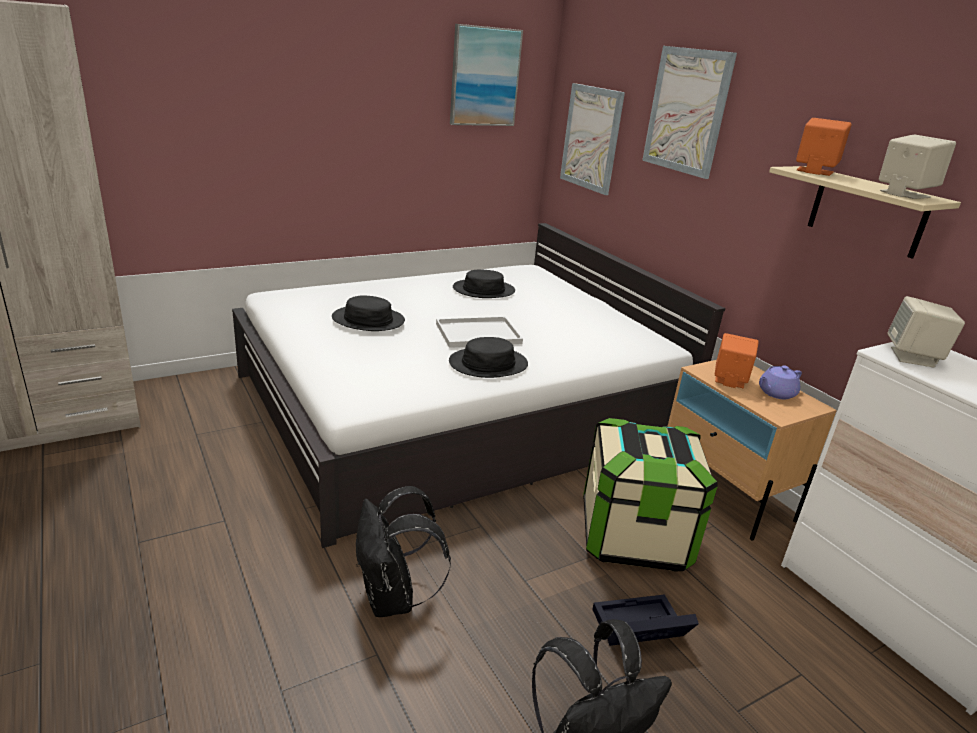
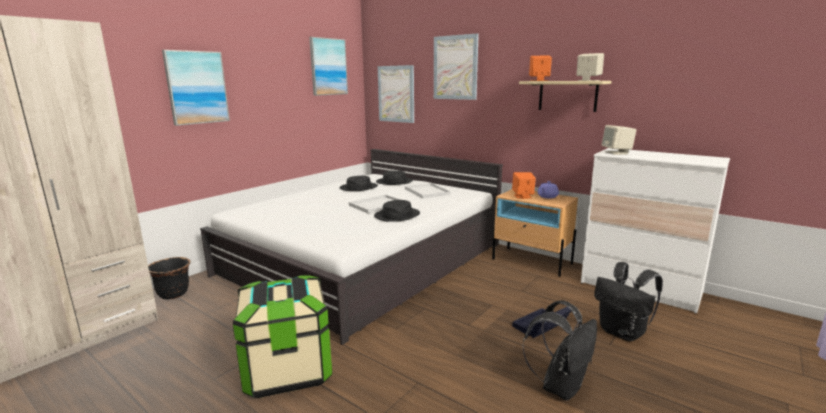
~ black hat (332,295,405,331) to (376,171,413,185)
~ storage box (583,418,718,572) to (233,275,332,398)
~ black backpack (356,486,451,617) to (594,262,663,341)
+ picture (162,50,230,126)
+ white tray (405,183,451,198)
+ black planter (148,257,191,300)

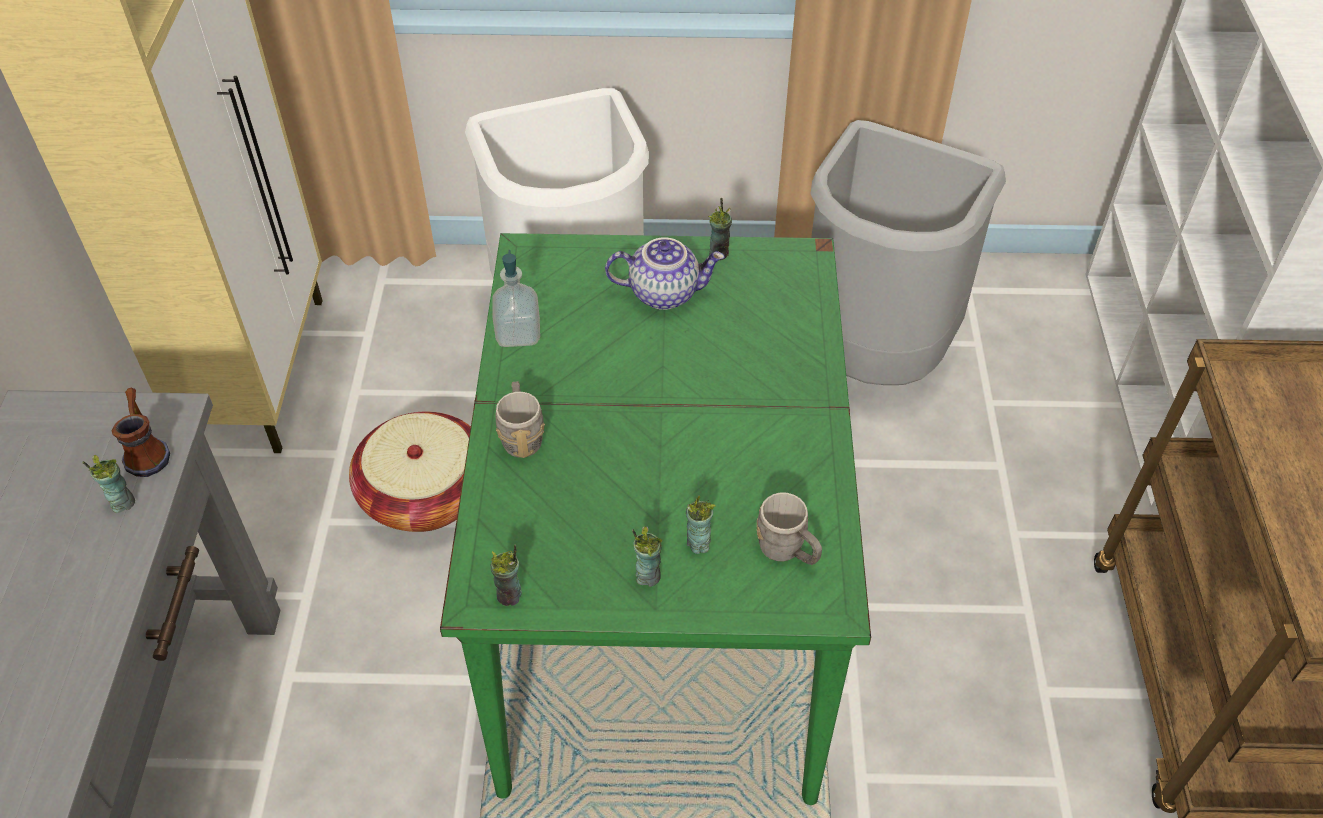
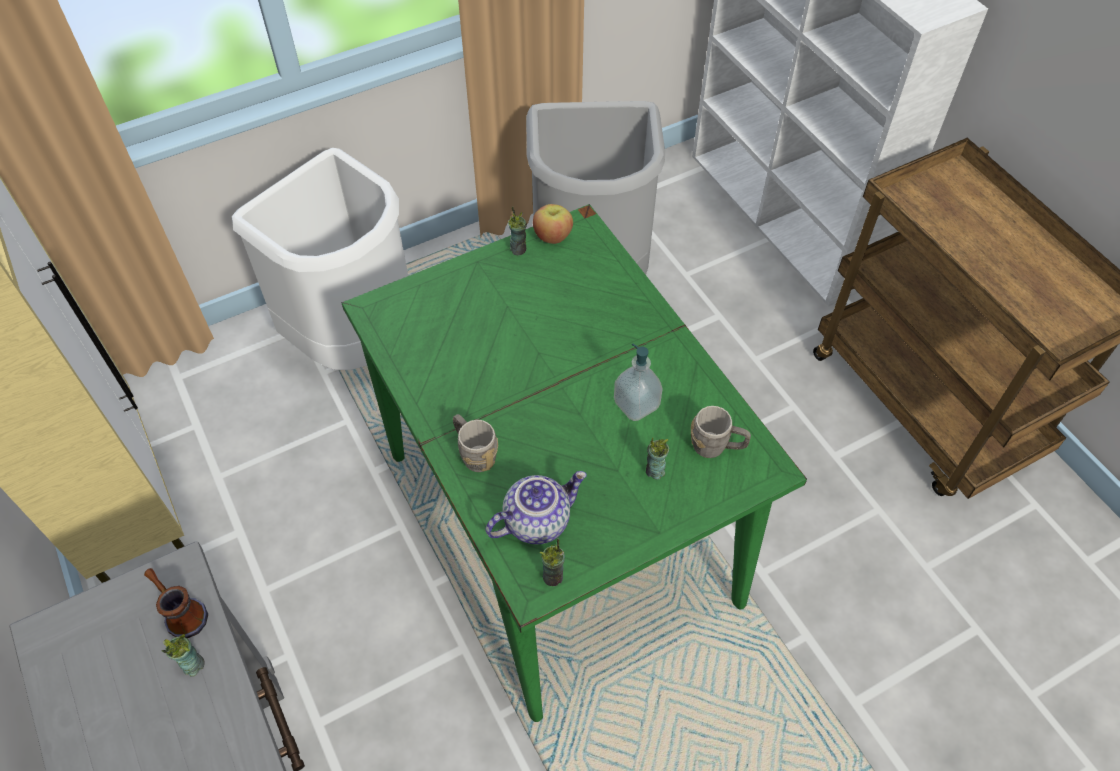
~ teapot (605,237,725,310) to (486,471,587,544)
~ soap dispenser (492,250,540,347) to (614,344,663,421)
- basket (349,411,471,532)
- cup (632,526,662,587)
+ apple (533,204,573,244)

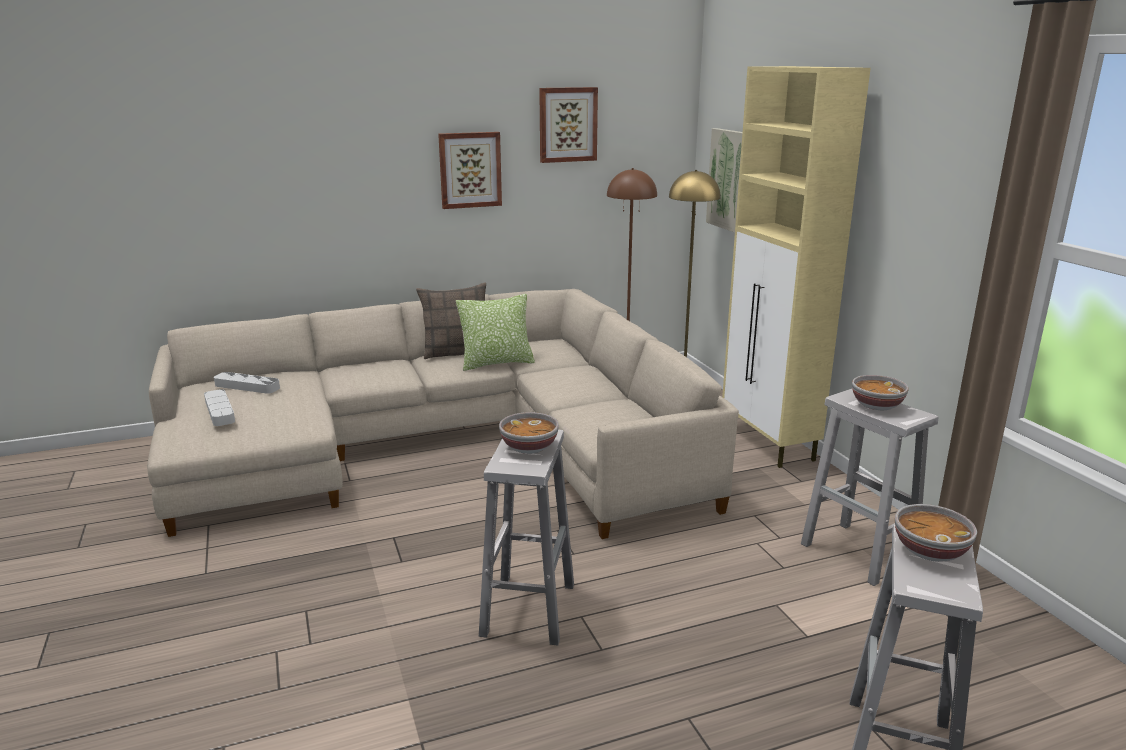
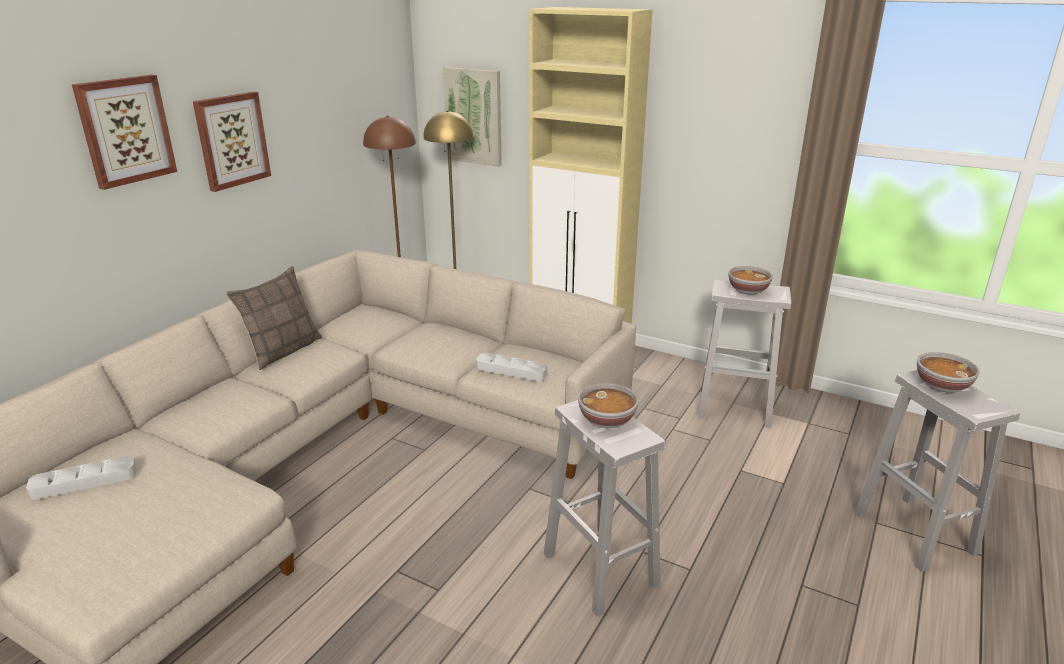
~ picture (539,87,598,163) to (72,75,177,190)
- pillow (456,294,535,371)
~ grey tray (204,389,235,426) to (476,353,548,382)

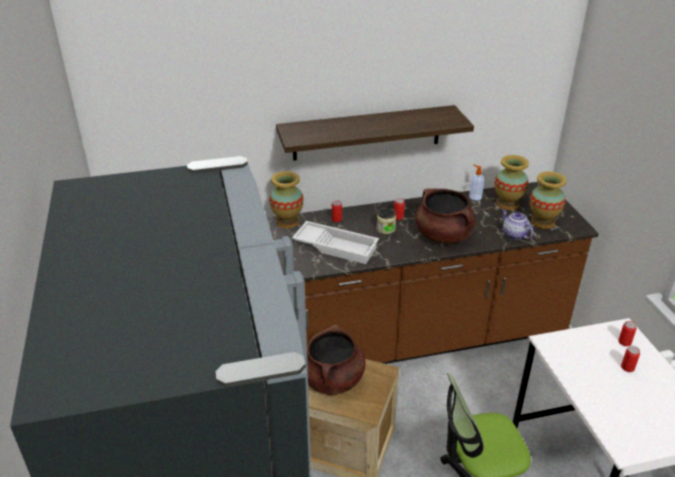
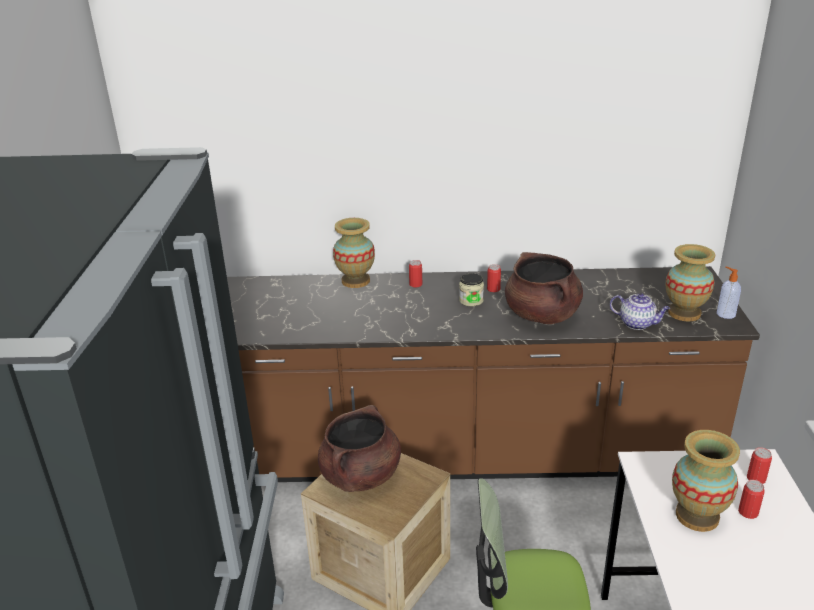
- shelf (276,105,474,161)
~ vase (494,155,529,210) to (672,430,740,532)
~ soap dispenser (469,164,484,201) to (717,266,741,319)
~ teapot (502,209,534,240) = (610,293,670,330) 135 degrees clockwise
- white tray (292,221,379,264)

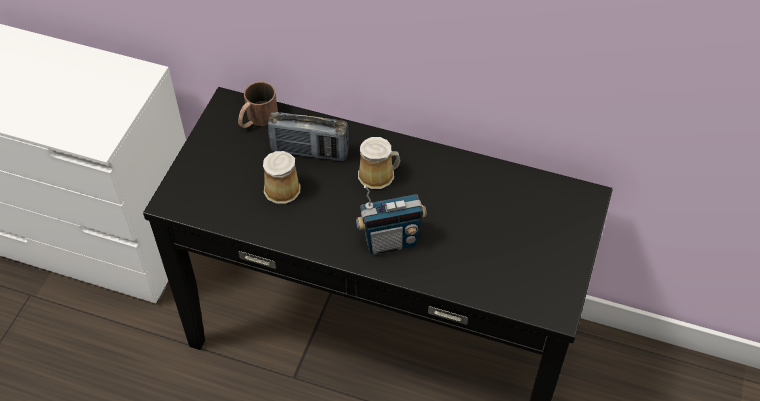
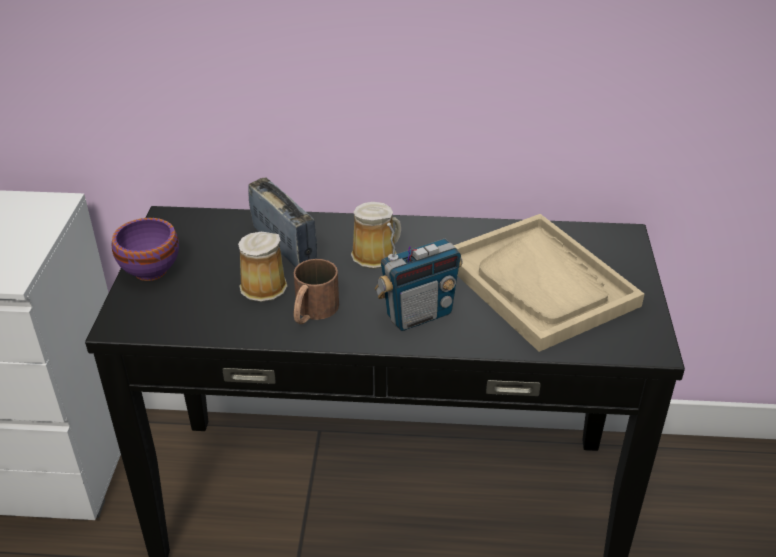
~ brown mug (238,82,278,128) to (294,259,339,324)
~ radio (268,112,349,161) = (248,177,317,267) 120 degrees counterclockwise
+ beige tray (454,214,644,352)
+ purple bowl (111,218,179,281)

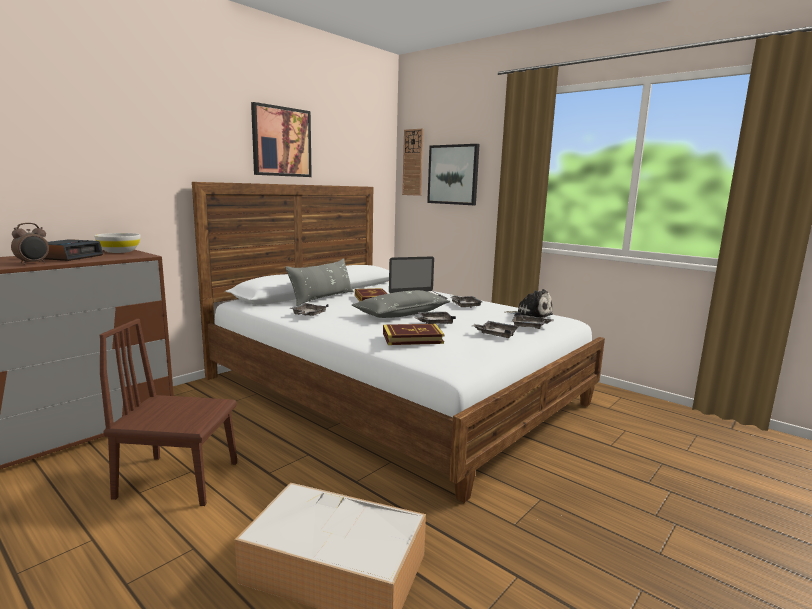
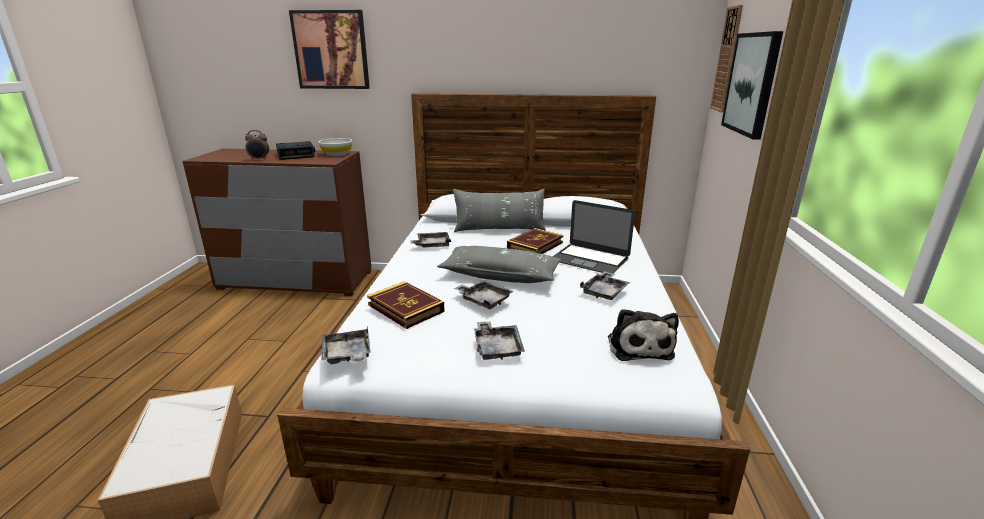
~ picture (251,102,312,177) to (289,10,370,89)
~ grey tray (512,312,554,329) to (321,326,371,364)
- brown chair (99,319,237,506)

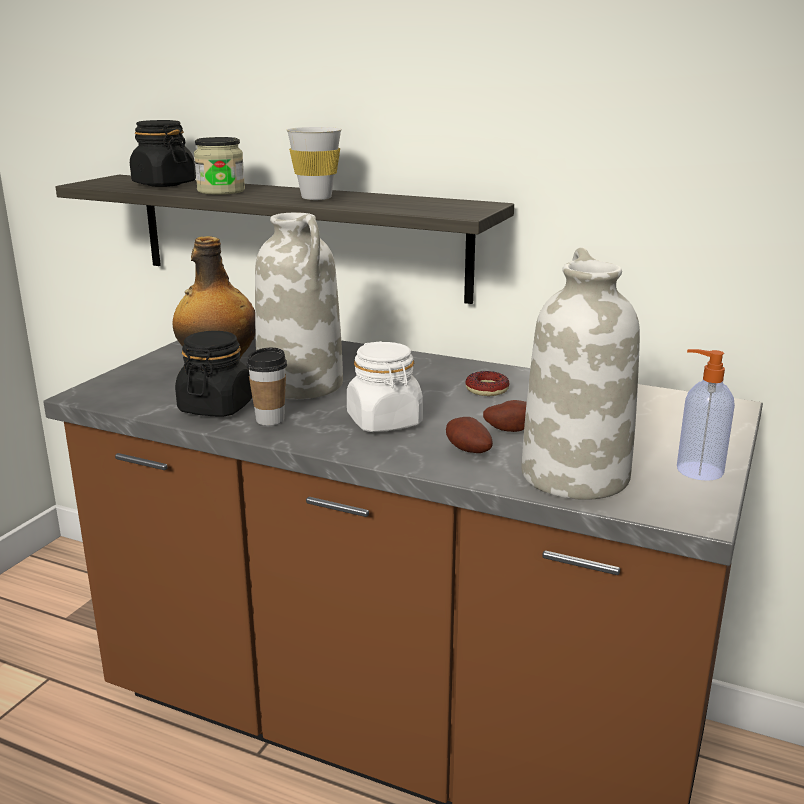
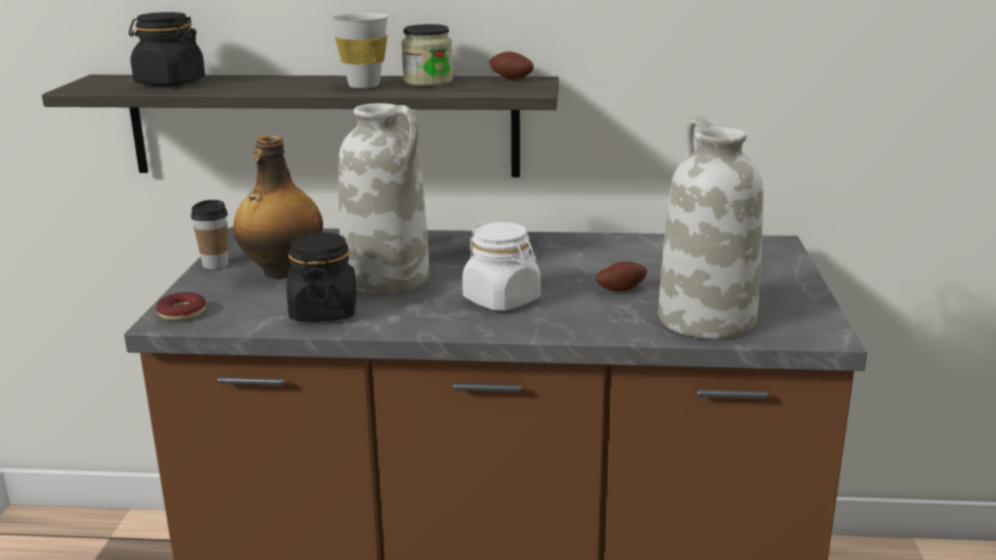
~ jar (194,137,245,195) to (402,24,453,86)
~ cup (246,348,287,426) to (191,200,228,269)
- soap dispenser (677,349,735,481)
~ donut (465,371,510,396) to (156,292,206,321)
~ potato (446,417,493,453) to (490,51,534,79)

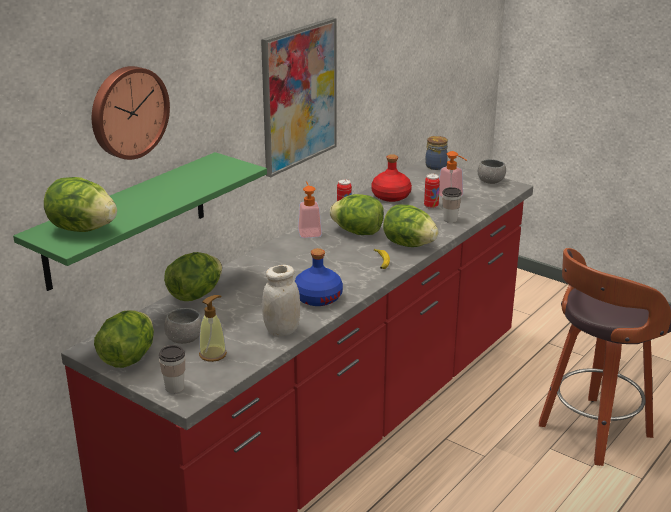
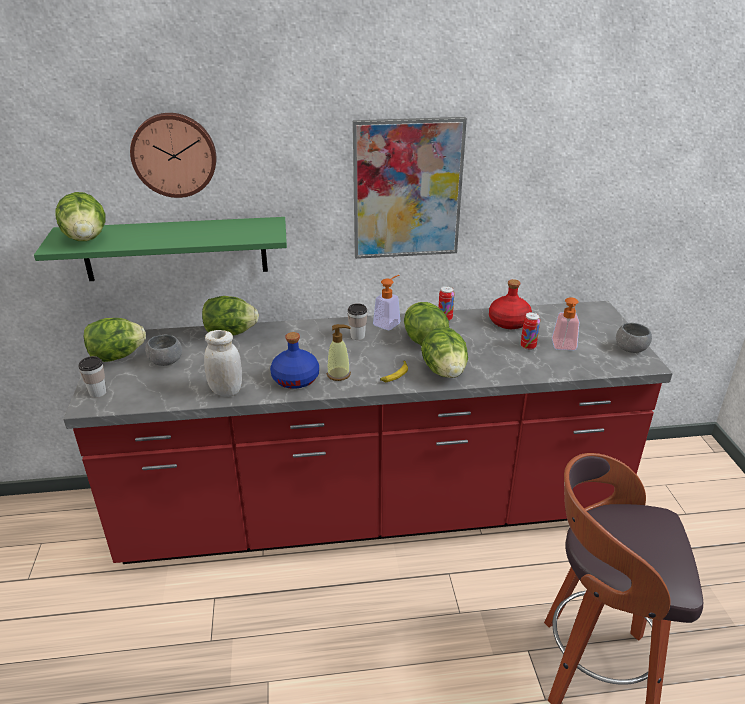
- jar (425,136,448,170)
~ cup (442,187,462,223) to (348,303,367,340)
~ soap dispenser (199,295,227,362) to (327,324,351,381)

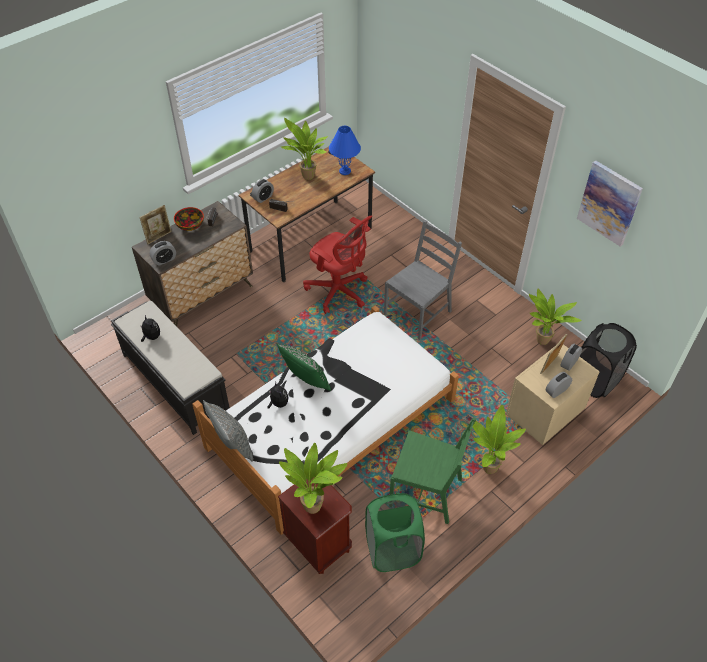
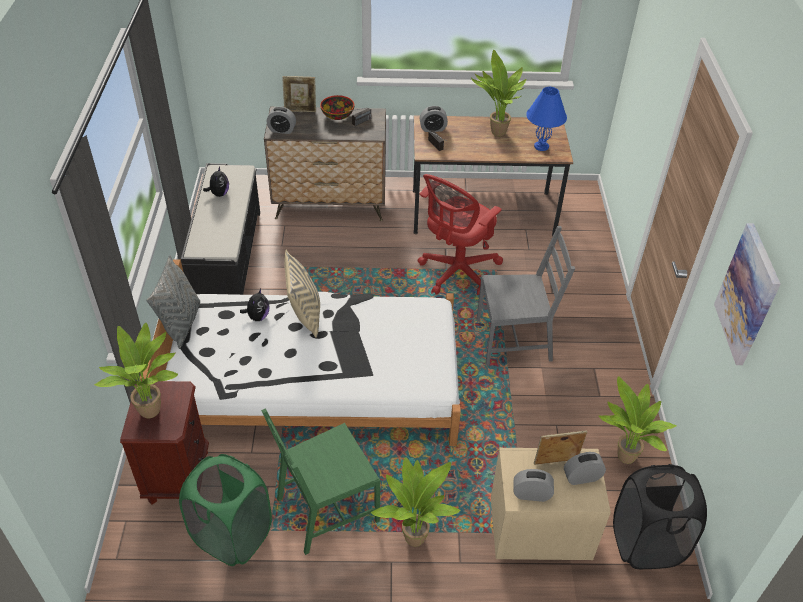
~ red office chair (303,216,372,314) = (418,174,503,295) 45 degrees clockwise
~ green pillow (276,343,331,391) to beige pillow (284,250,320,338)
~ green chair (390,417,476,524) = (261,408,380,555) 90 degrees clockwise

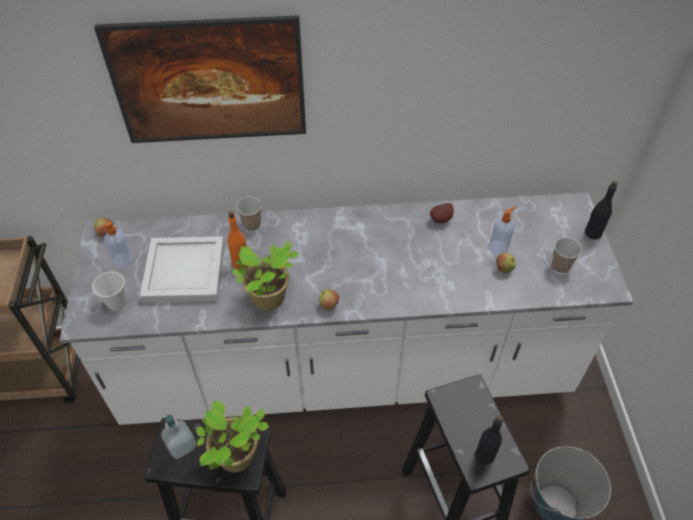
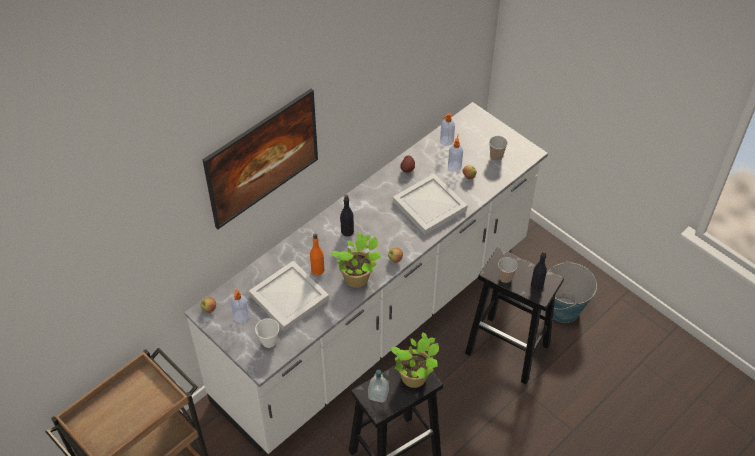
~ black bottle (585,181,618,240) to (340,195,354,237)
~ cup (236,197,262,231) to (498,257,518,283)
+ soap dispenser (440,113,455,146)
+ white tray (393,174,467,235)

